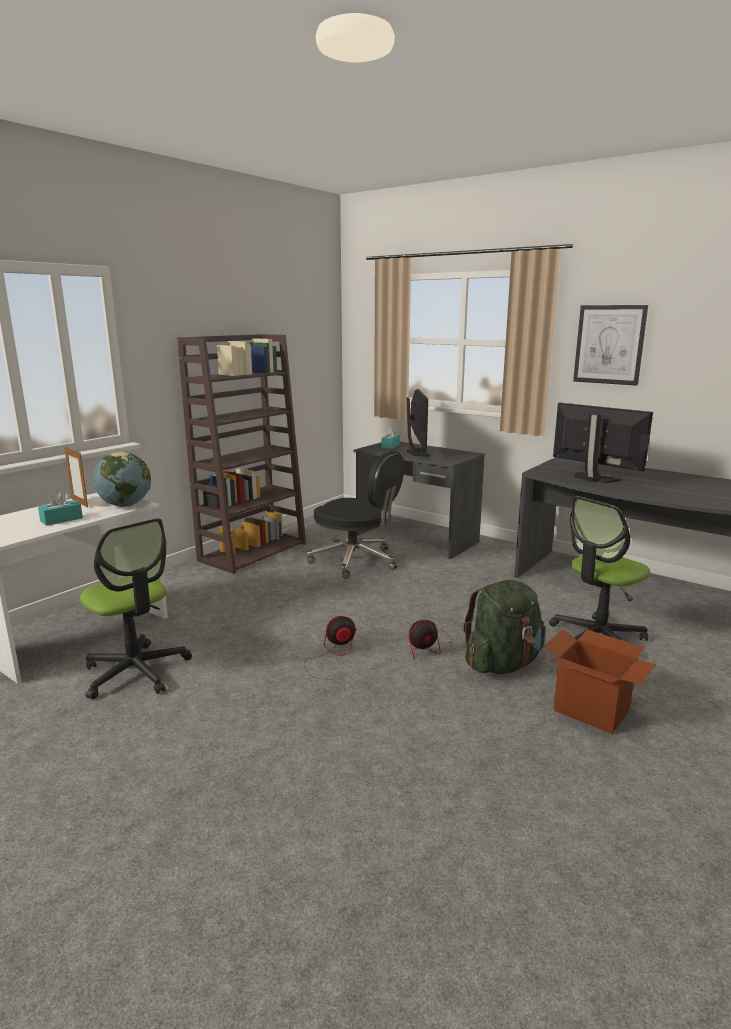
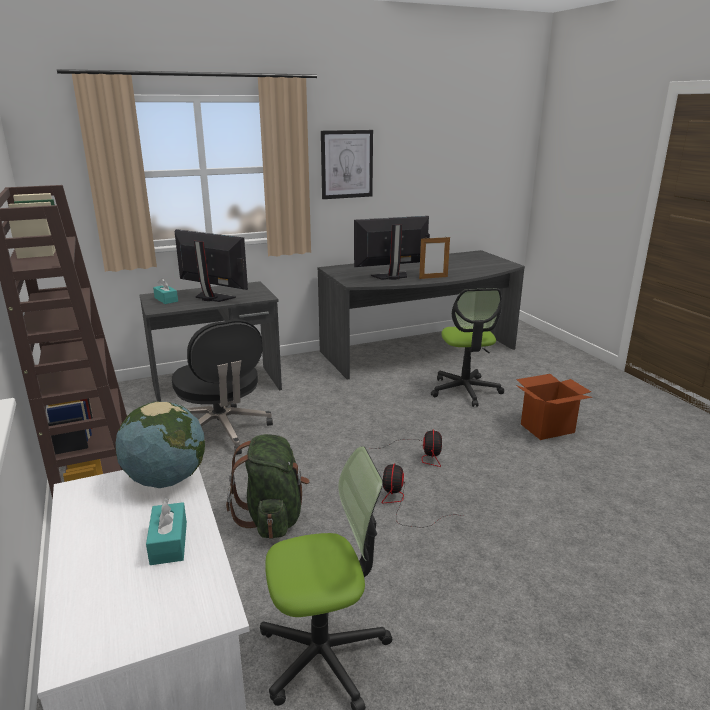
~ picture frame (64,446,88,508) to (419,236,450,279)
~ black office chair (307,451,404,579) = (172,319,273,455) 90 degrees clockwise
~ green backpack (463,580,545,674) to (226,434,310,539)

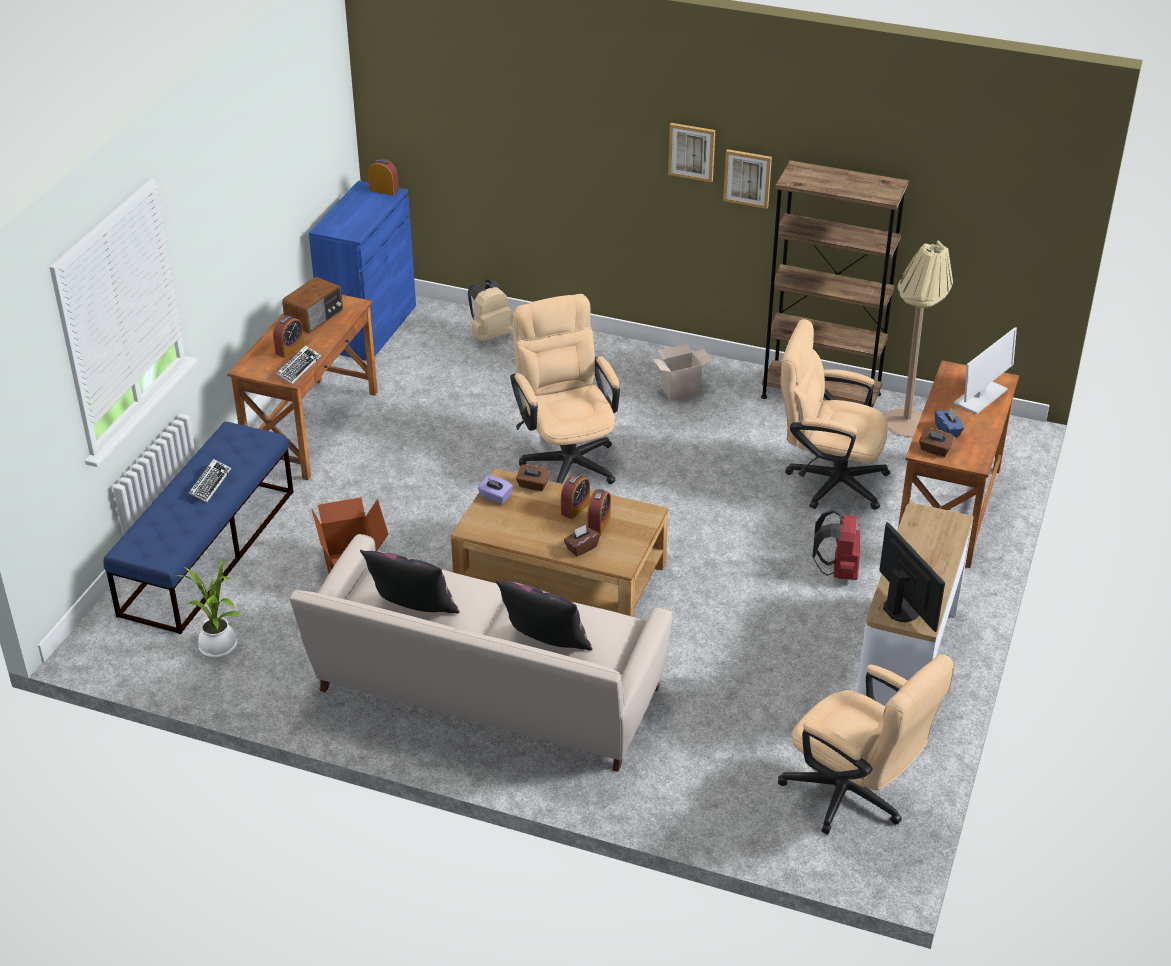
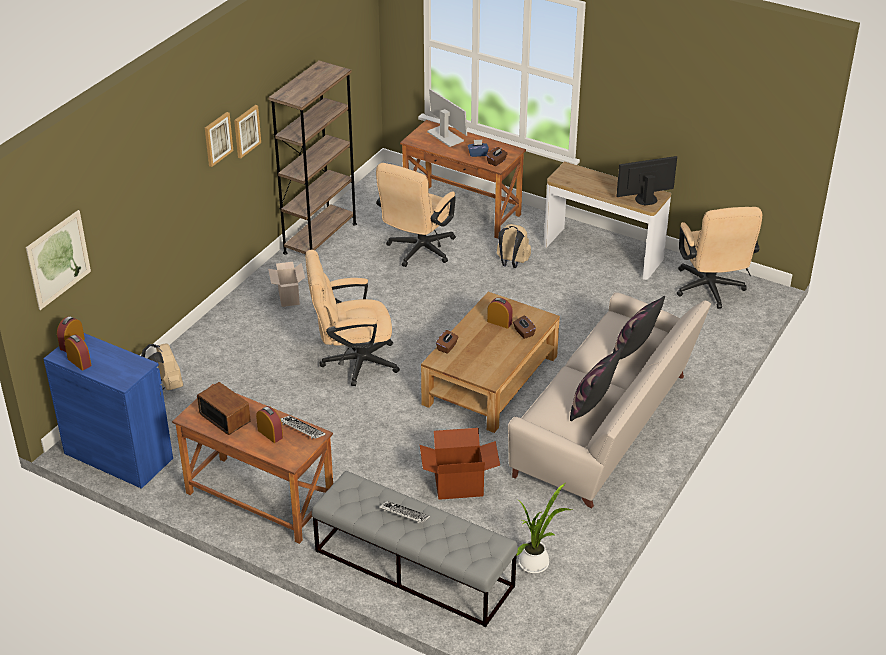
- beige floor lamp (884,241,954,437)
~ blue bench (103,422,293,634) to grey bench (312,471,518,627)
~ alarm clock (561,474,590,519) to (65,334,92,371)
- purple tissue box (478,475,513,504)
~ red backpack (812,510,860,580) to beige backpack (497,224,531,268)
~ beige office chair (778,655,954,834) = (677,207,762,309) 120 degrees clockwise
+ picture (26,210,91,310)

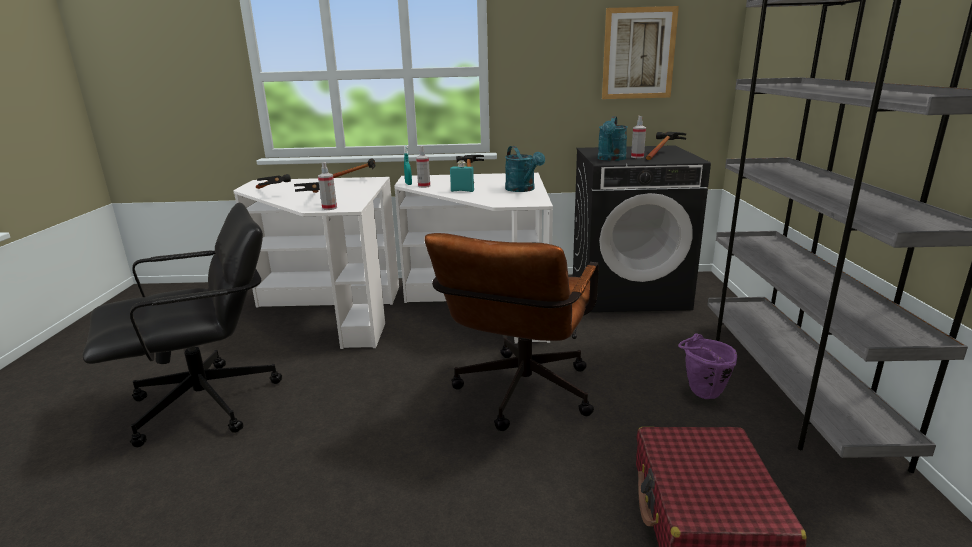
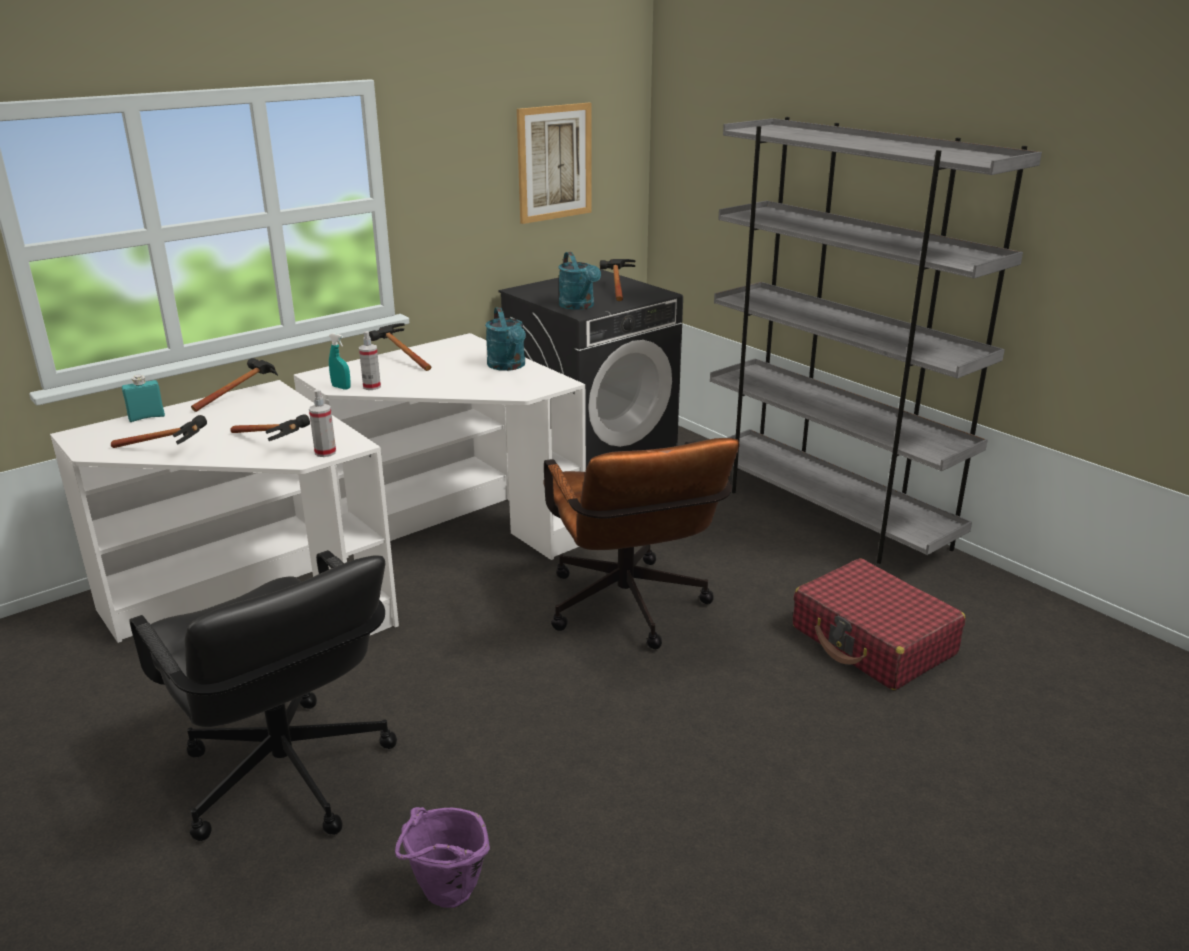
- spray bottle (631,116,646,158)
~ turquoise watering can (505,146,545,192) = (485,307,526,371) 45 degrees clockwise
~ turquoise bottle (450,161,474,192) to (122,375,165,422)
~ black office chair (83,202,282,447) = (129,550,397,841) 120 degrees clockwise
~ purple bucket (678,333,737,399) to (395,807,490,908)

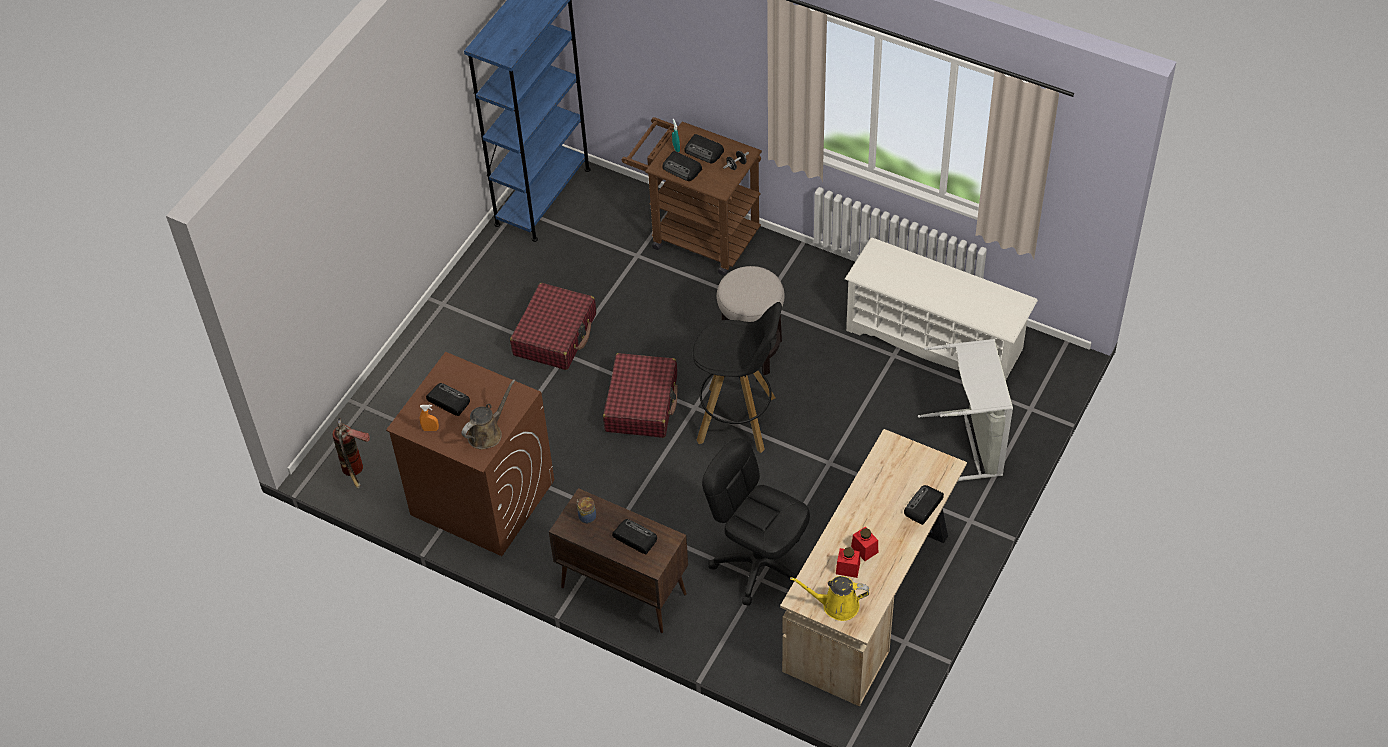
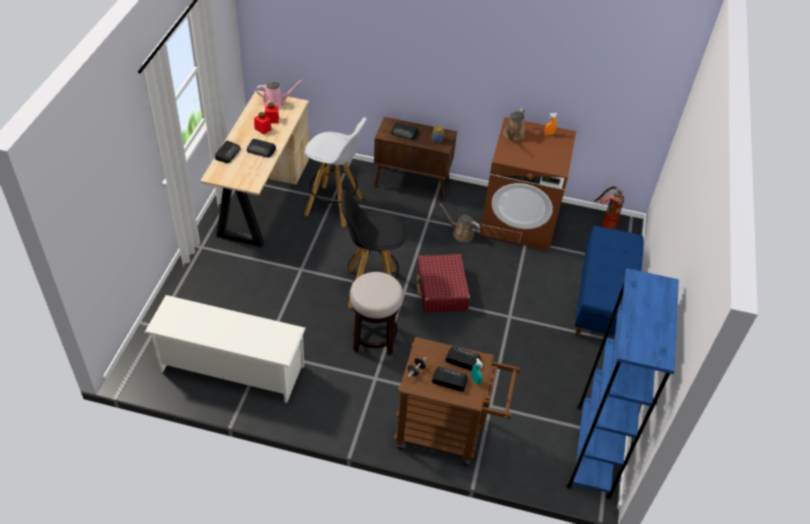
- red suitcase (510,283,596,370)
- grey laundry basket (918,339,1013,481)
~ radio (426,383,470,416) to (247,139,276,158)
~ black office chair (702,438,810,606) to white stool (304,117,367,228)
~ yellow watering can (790,576,870,621) to pink watering can (256,80,303,109)
+ brown watering can (439,204,480,242)
+ blue bench (574,226,644,337)

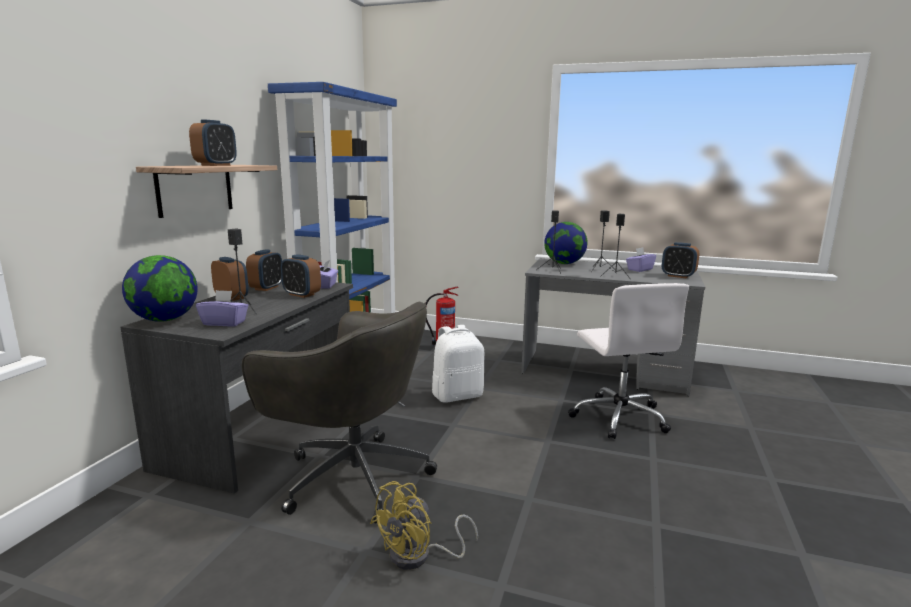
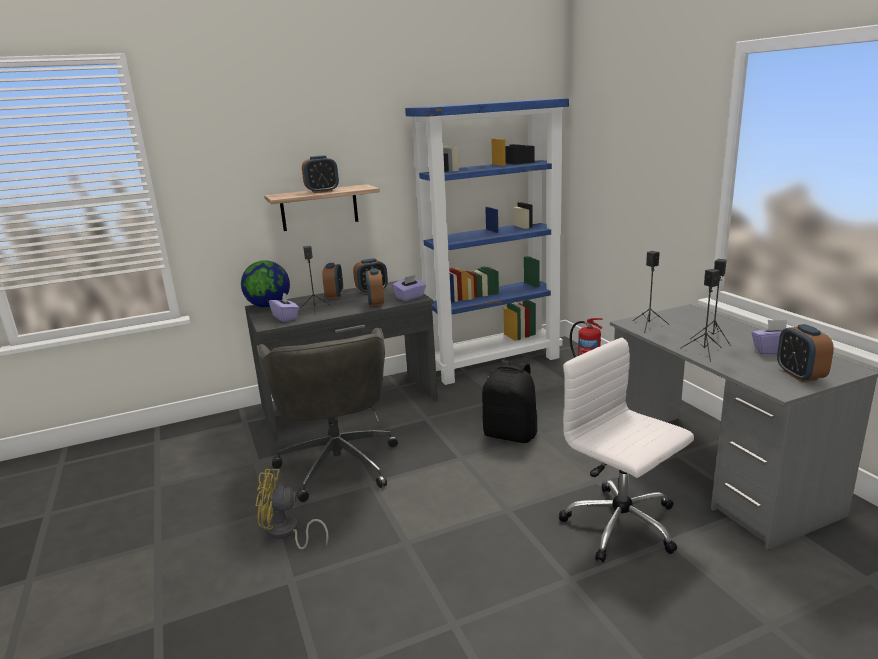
- globe (544,222,588,264)
~ white office chair (568,283,689,439) = (559,338,694,562) 105 degrees clockwise
~ white backpack (432,325,485,403) to black backpack (482,360,537,443)

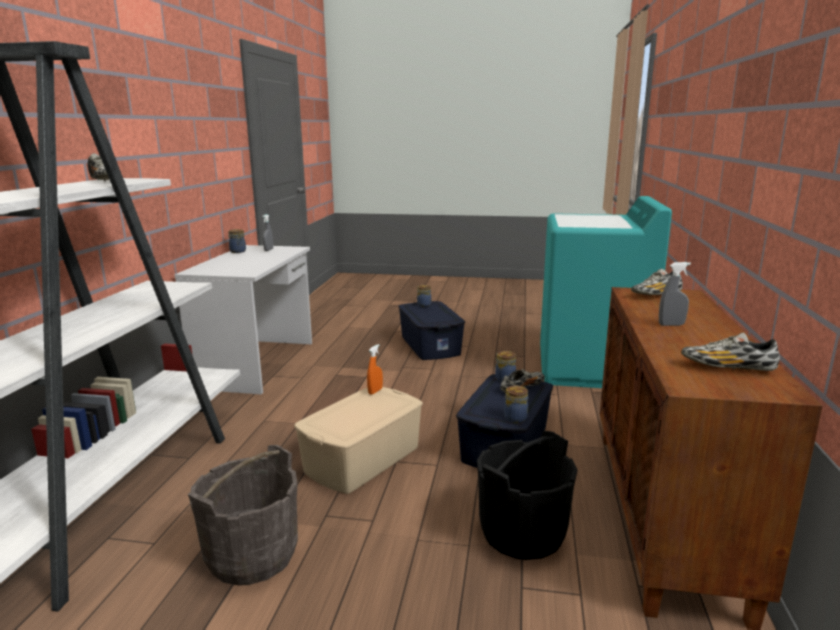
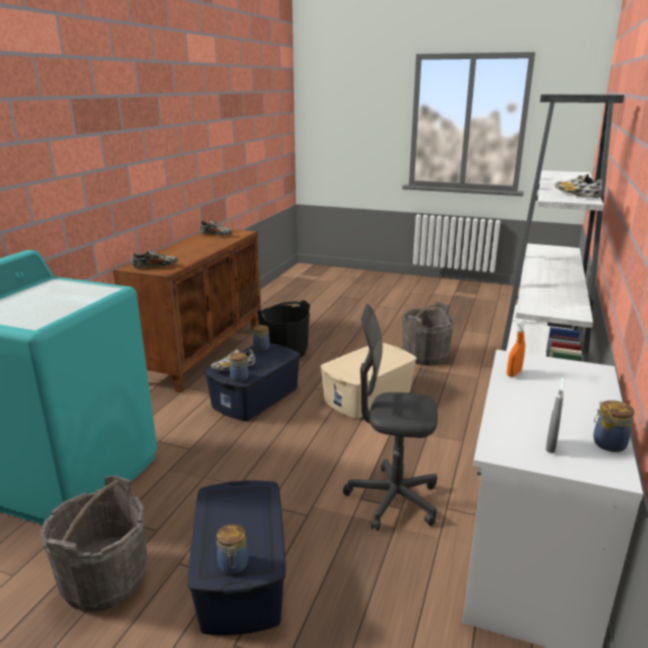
- grey spray bottle (659,262,691,326)
~ orange spray bottle (367,344,383,395) to (507,319,526,377)
+ grey office chair (343,304,438,531)
+ grey bucket (40,475,147,612)

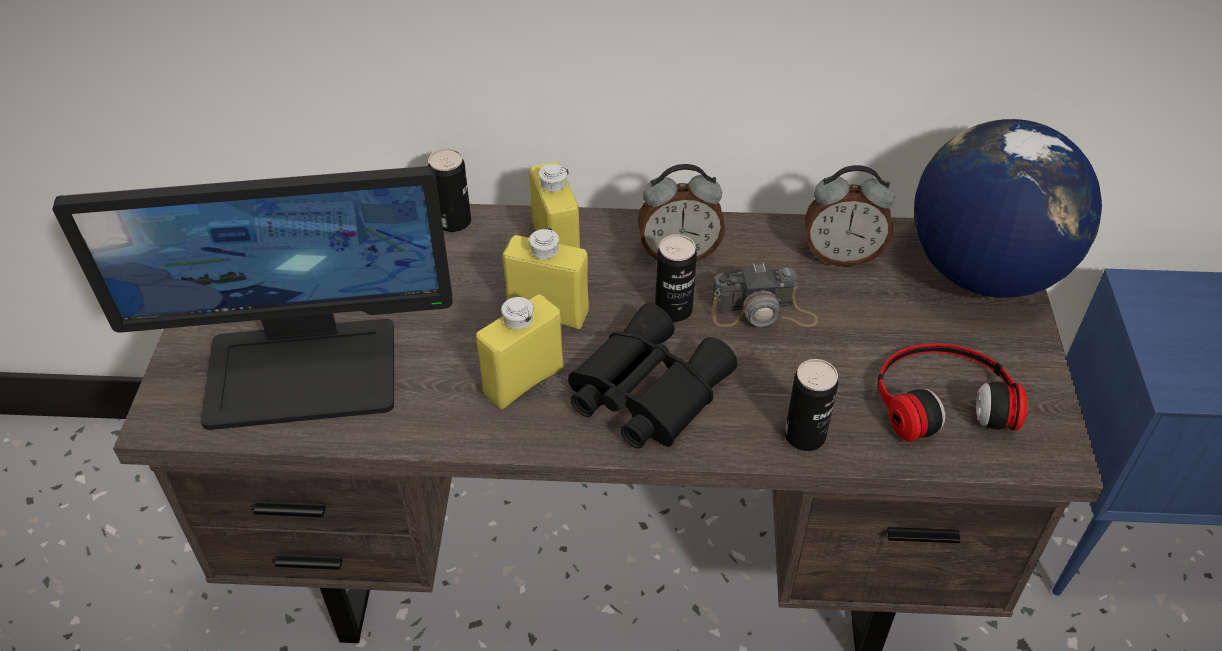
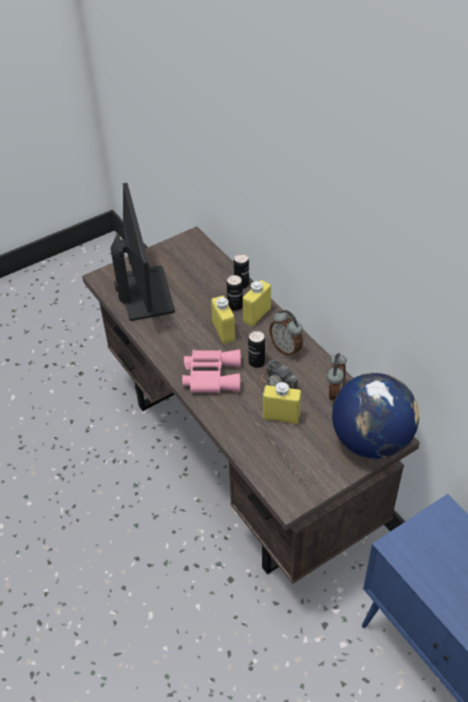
~ alarm clock (805,165,894,267) = (327,353,347,401) 135 degrees counterclockwise
~ monitor (52,166,453,430) = (111,183,175,321) 150 degrees counterclockwise
~ yellow bottle (476,294,563,409) to (263,382,301,424)
~ black binoculars (568,303,737,448) to pink binoculars (182,350,241,394)
- headphones (878,343,1028,442)
~ can (785,359,838,451) to (227,275,243,311)

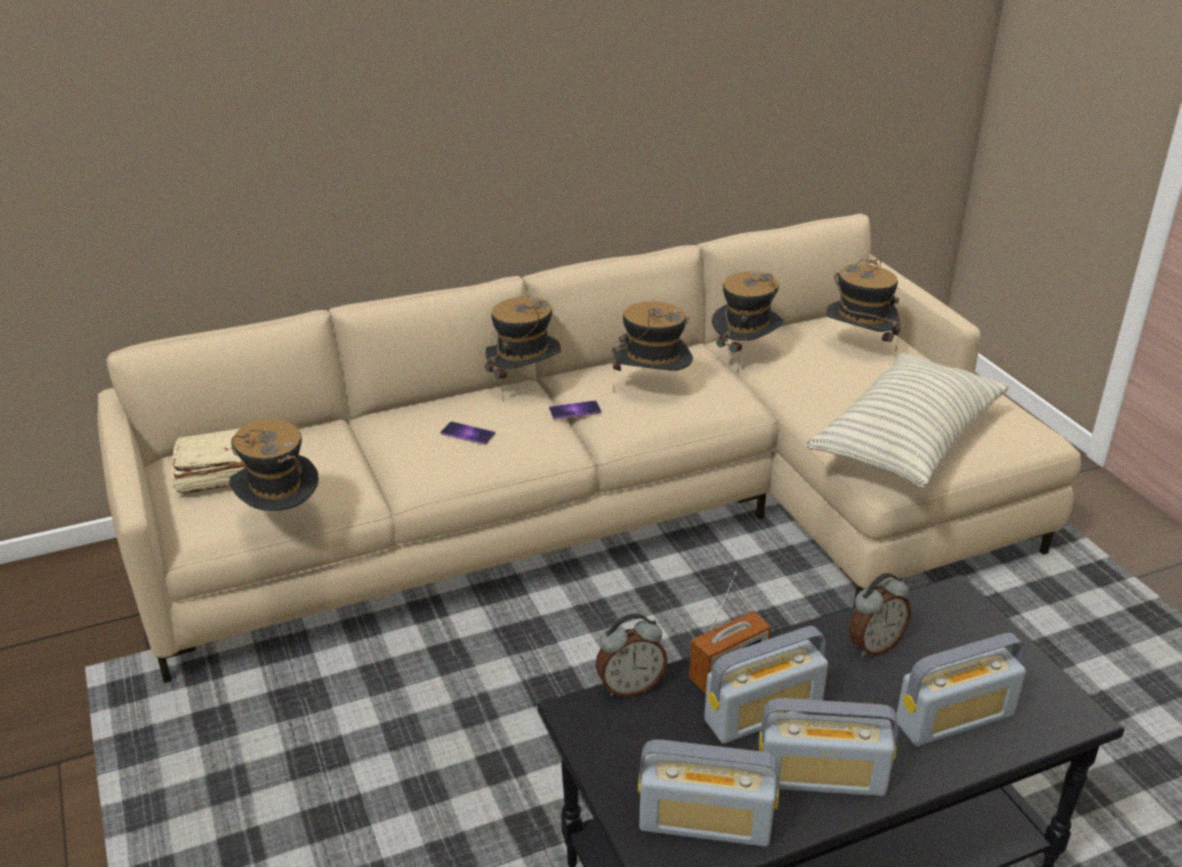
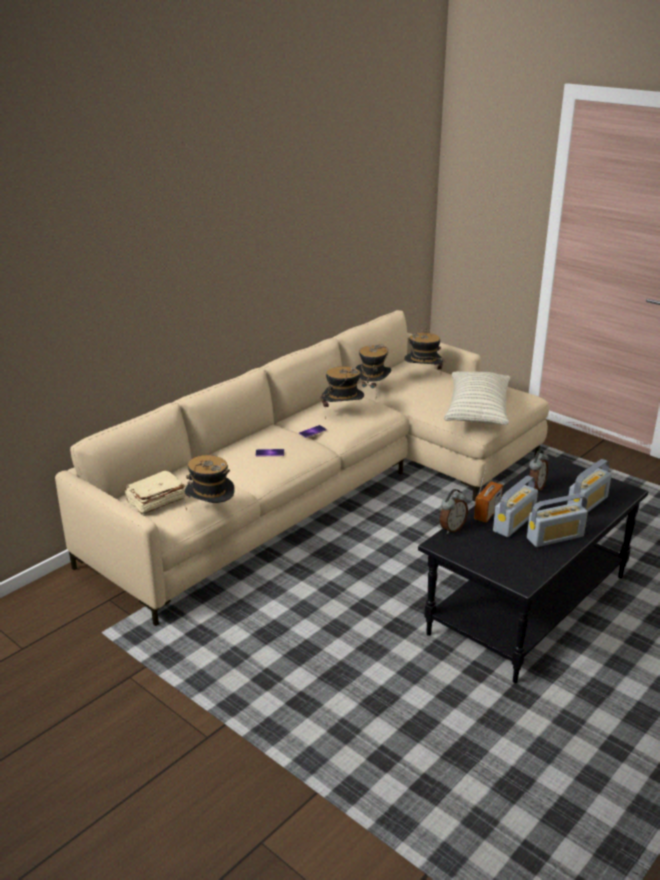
- hat (485,297,561,400)
- radio (638,740,779,847)

